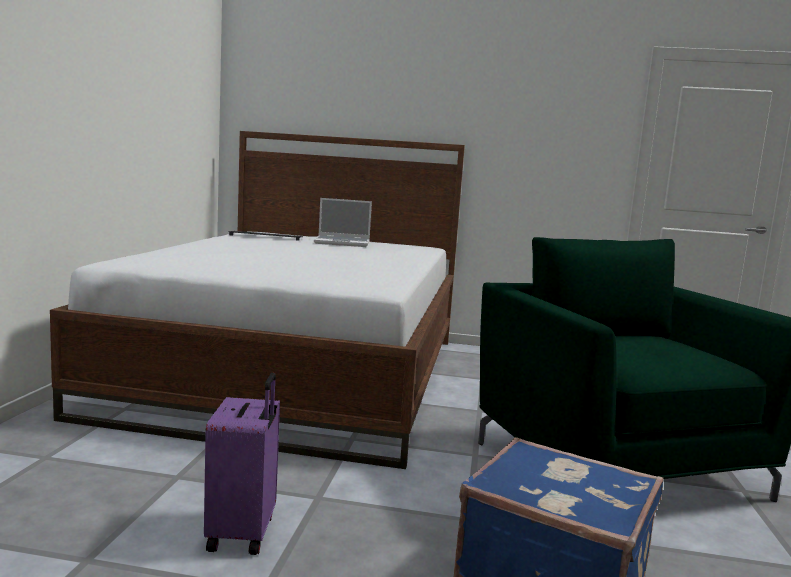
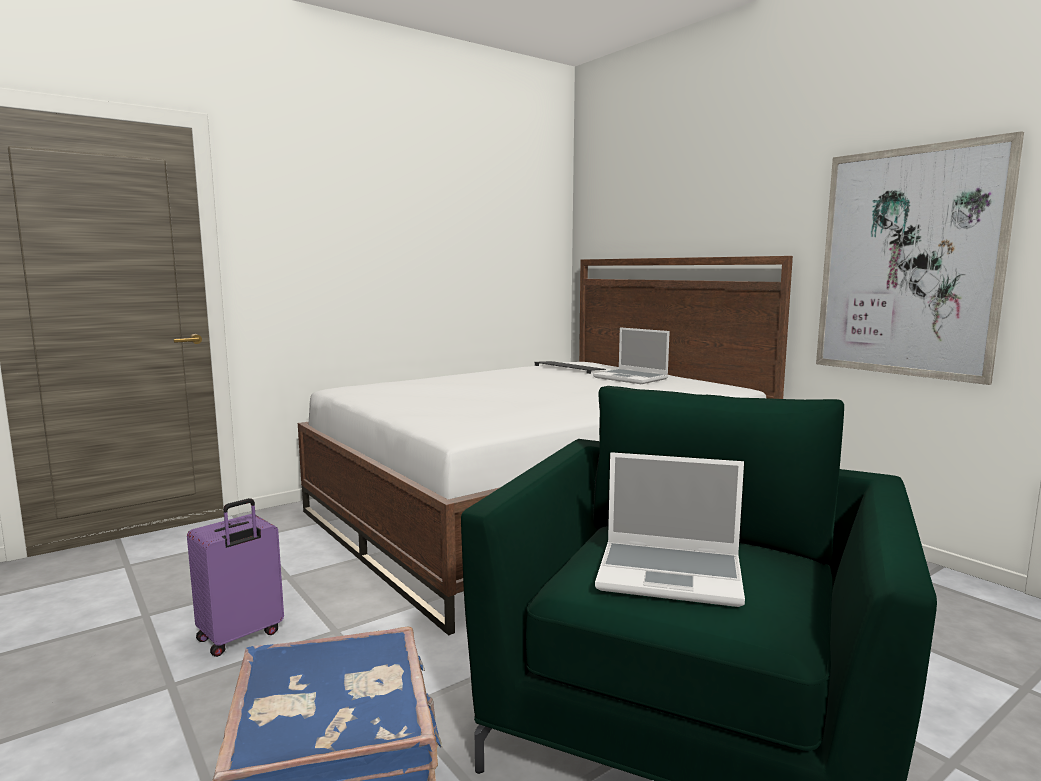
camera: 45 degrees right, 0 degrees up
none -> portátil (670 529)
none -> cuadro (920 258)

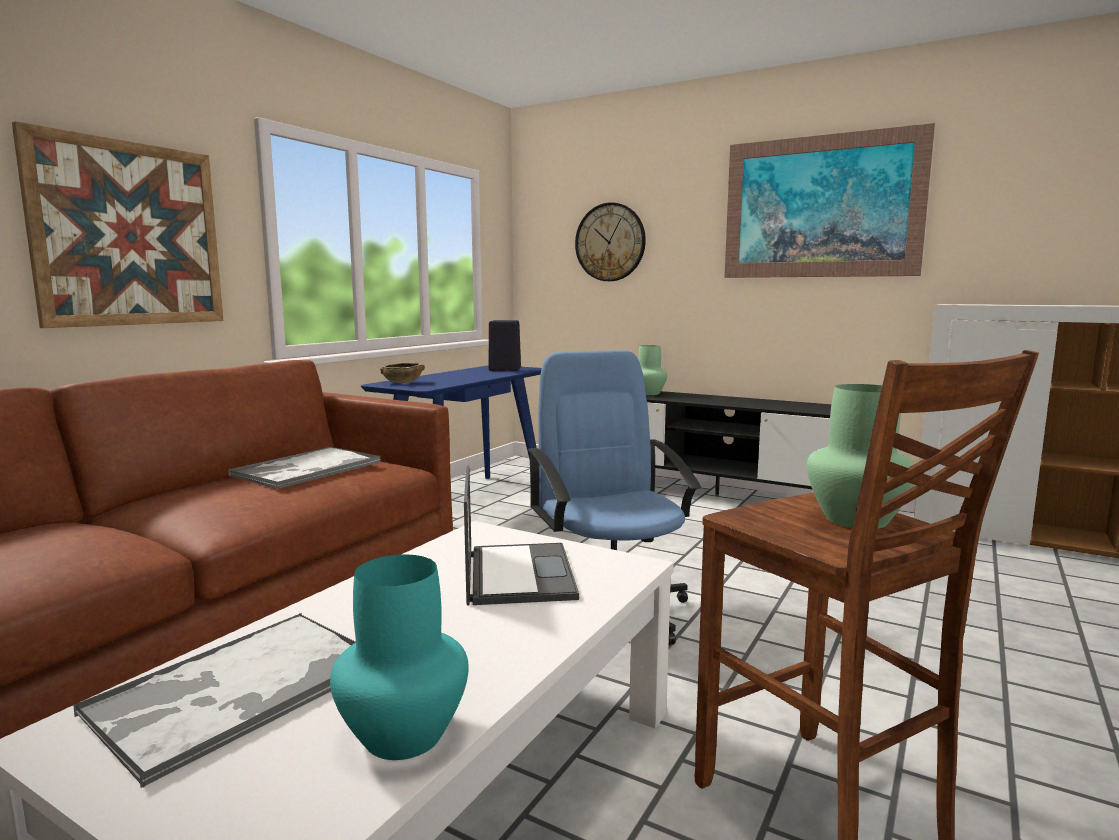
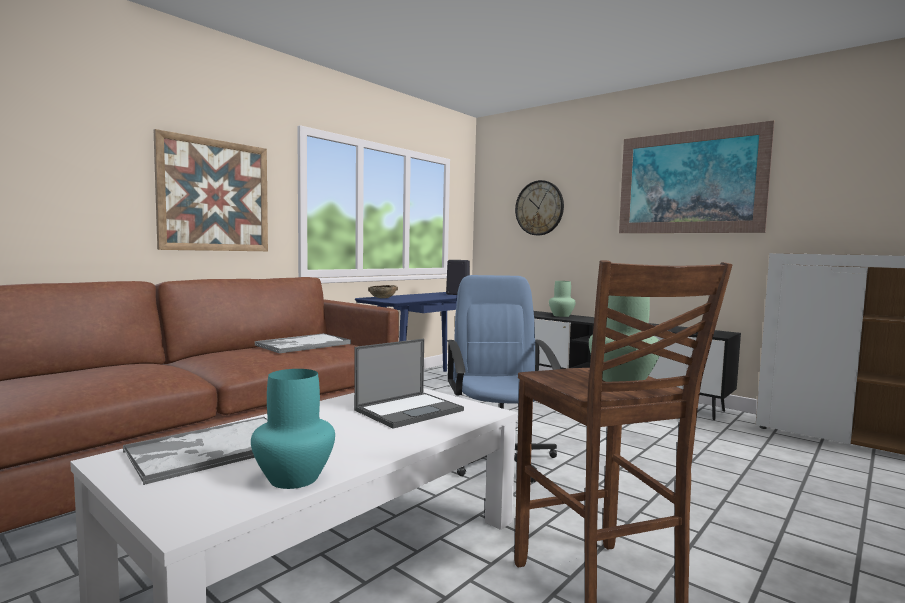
camera: 10 degrees right, 5 degrees down
portátil (521 535) -> portátil (409 384), 45 degrees clockwise

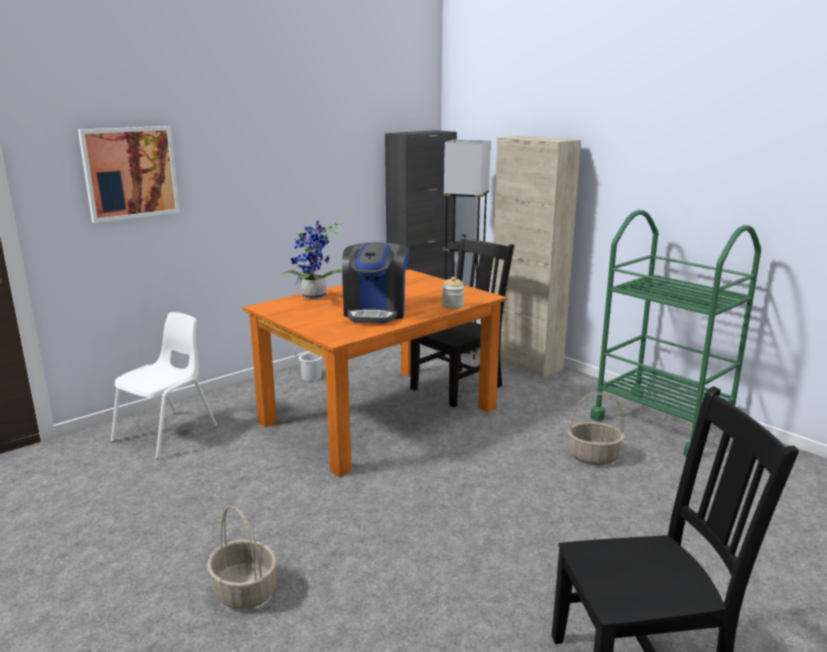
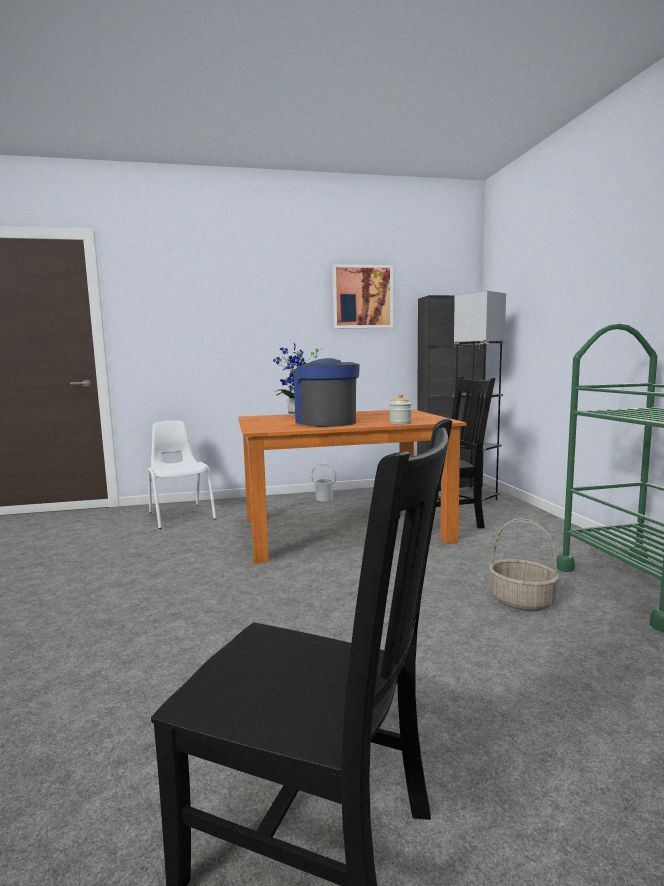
camera: 30 degrees right, 10 degrees down
cuadro (129 174) -> cuadro (362 296), moved
silla [blanco] (164 386) -> silla [blanco] (182 474), 90 degrees counterclockwise
cesta (242 557) -> none
cafetera (375 282) -> cafetera (327 392), 120 degrees clockwise
armario [beis] (536 257) -> none

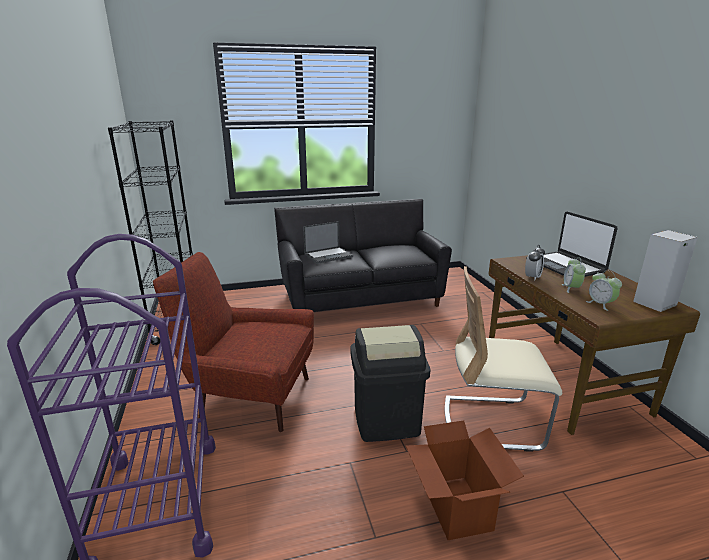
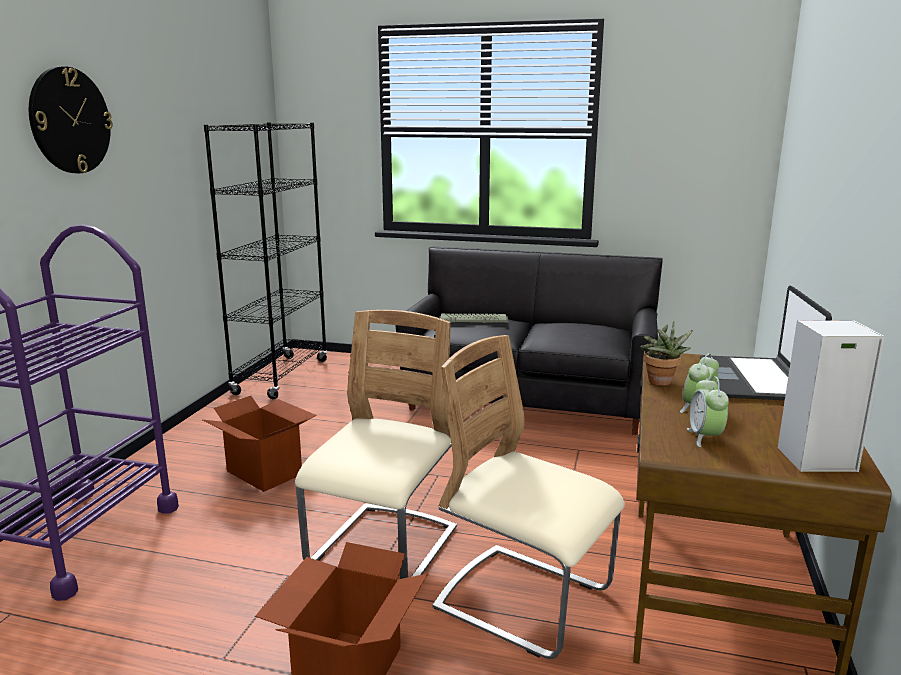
camera: 30 degrees right, 5 degrees down
sillón [rojo] (233 342) -> caja de cartón (260 444)
portátil (328 242) -> teclado (474 319)
papelera [negro] (390 383) -> silla [beis] (376 444)
despertador (535 263) -> planta en maceta (666 353)
none -> reloj de pared (71 119)

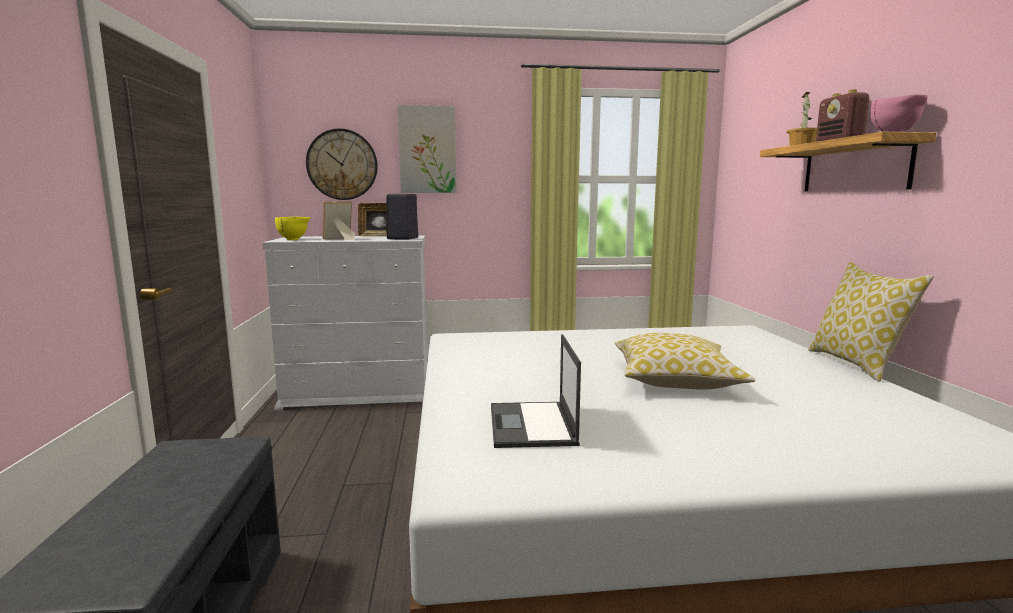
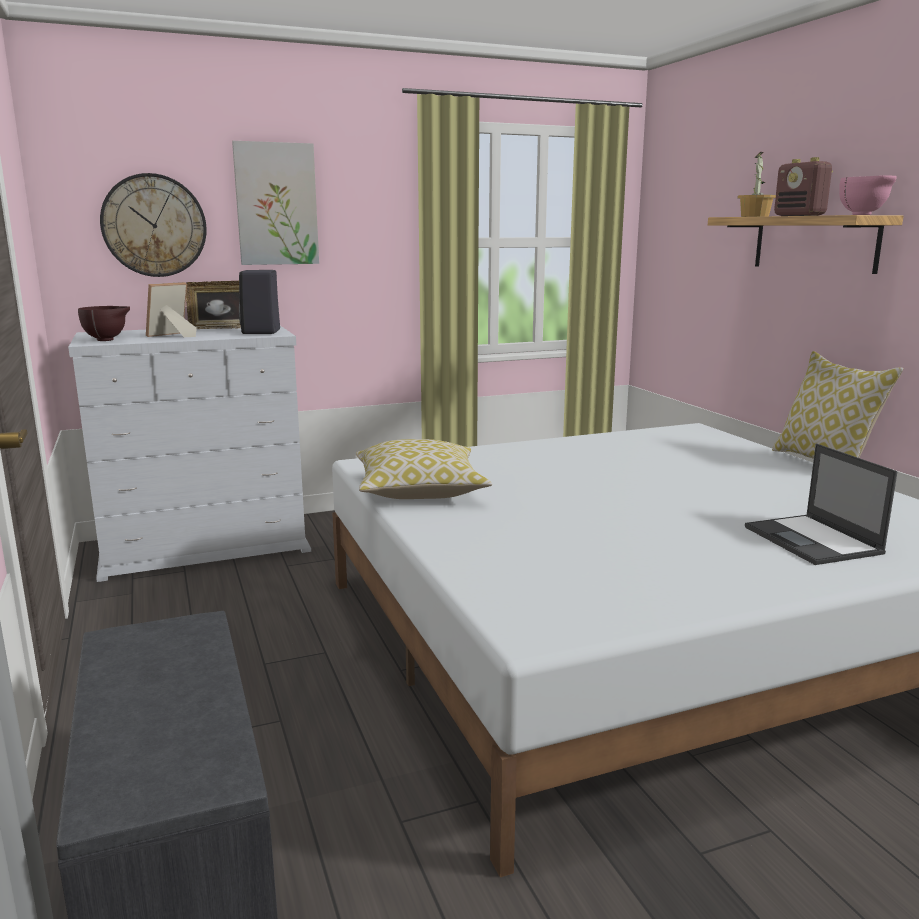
camera: 15 degrees left, 5 degrees up
cuenco [amarillo] (292 228) -> cuenco [marrón] (104 323)
portátil (536 391) -> portátil (821 504), moved
cojín (685 361) -> cojín (424 469), moved

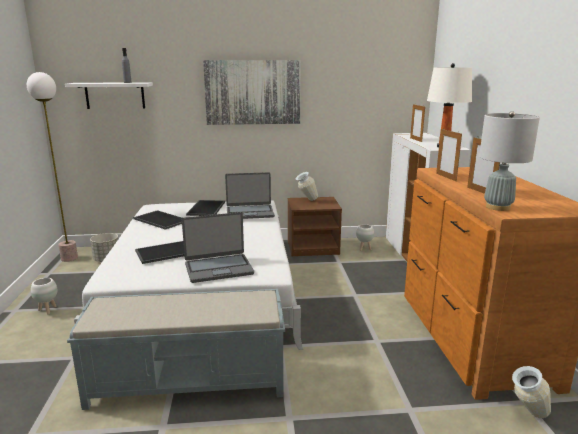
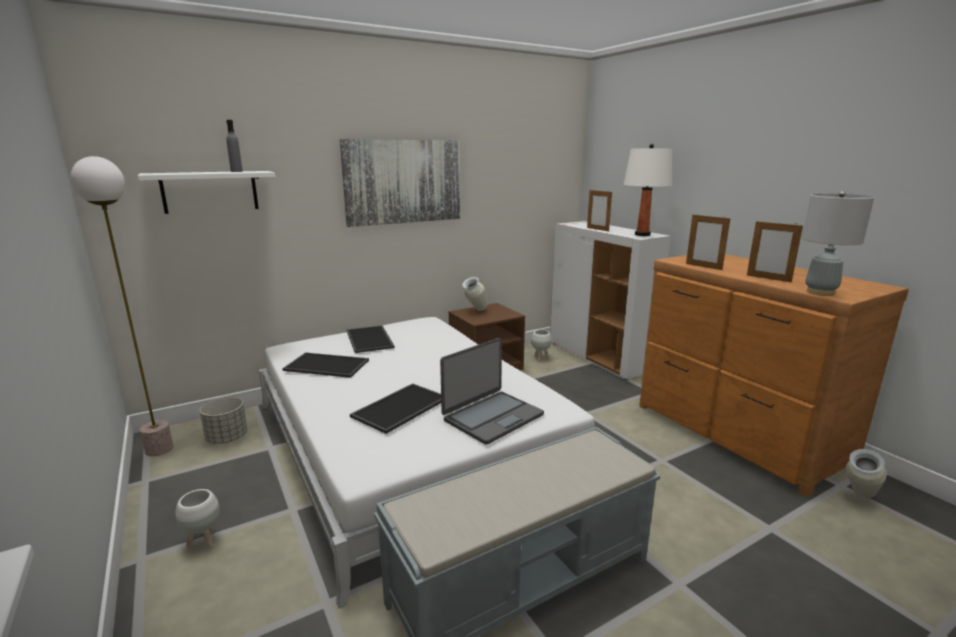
camera: 25 degrees left, 0 degrees up
portátil (250 195) -> none

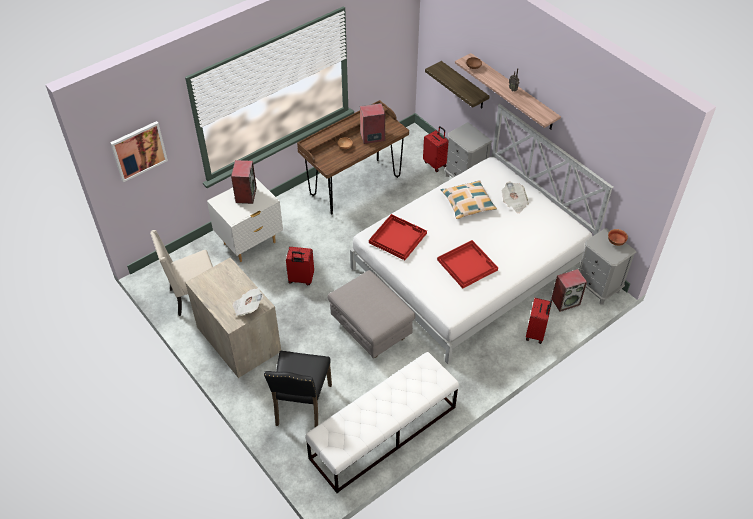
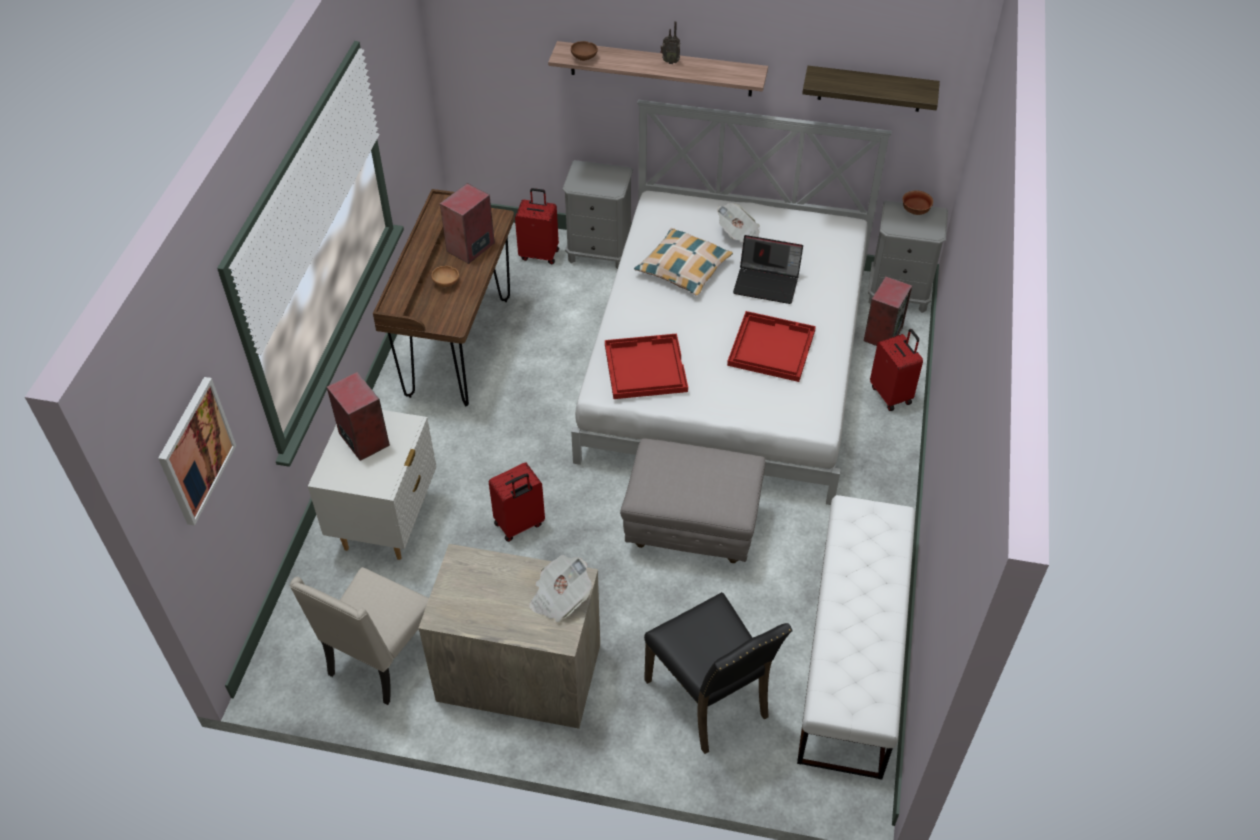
camera: 40 degrees left, 0 degrees up
estante (457 84) -> estante (871 89), moved
none -> portátil (768 269)

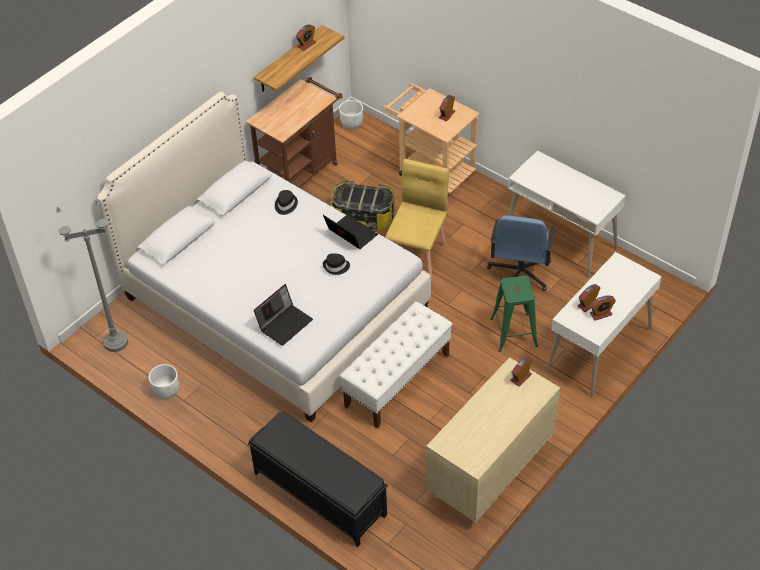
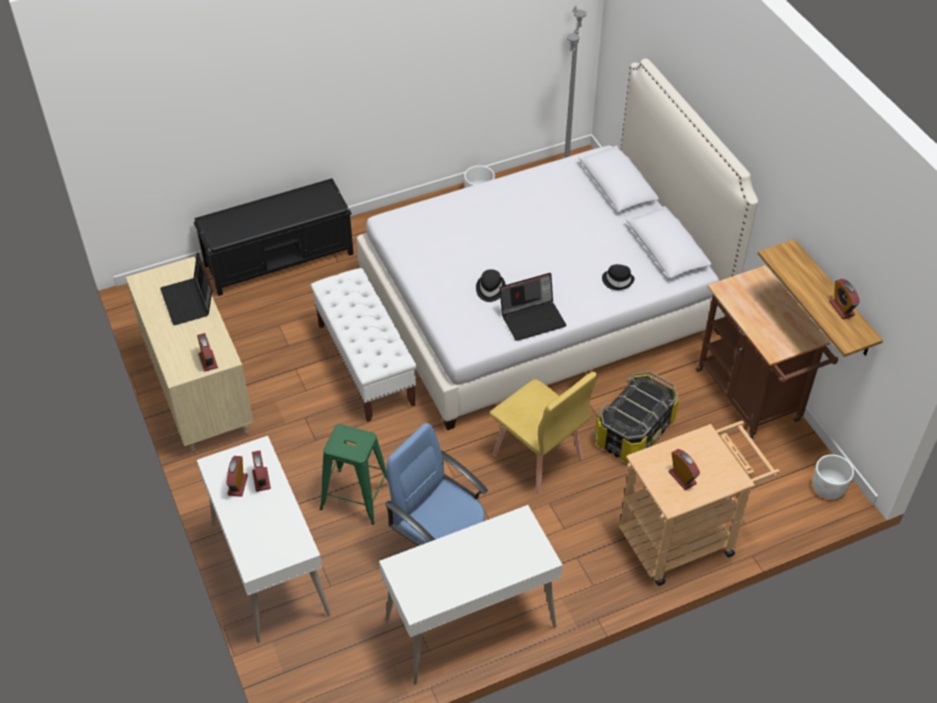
camera: 115 degrees right, 0 degrees up
portátil (283 315) -> portátil (186 288), moved

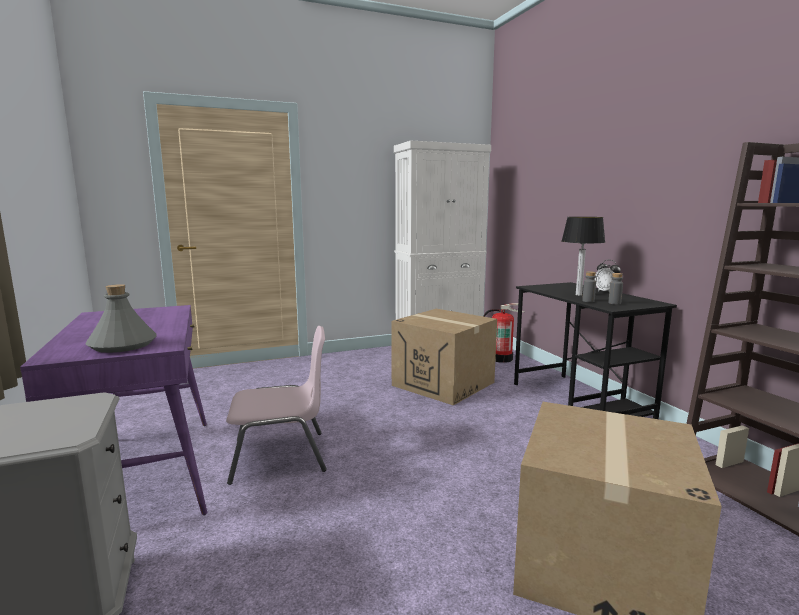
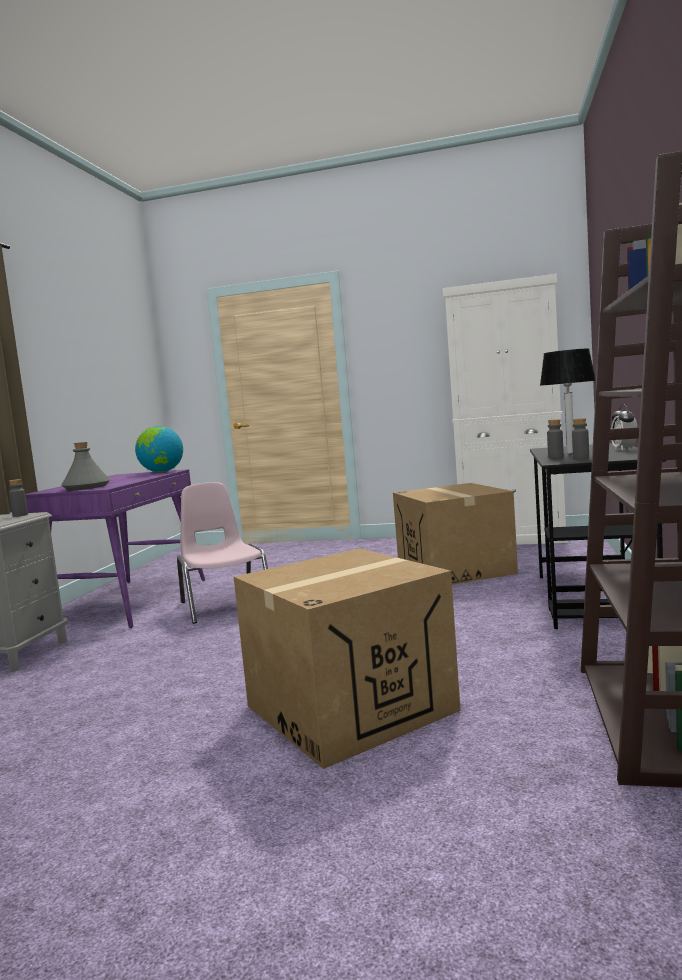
camera: 35 degrees right, 5 degrees down
silla [rosa] (276 405) -> silla [rosa] (222 553), 135 degrees counterclockwise
extintor (504 333) -> none
none -> botella [gris] (18 498)
none -> globo terráqueo (159 449)

